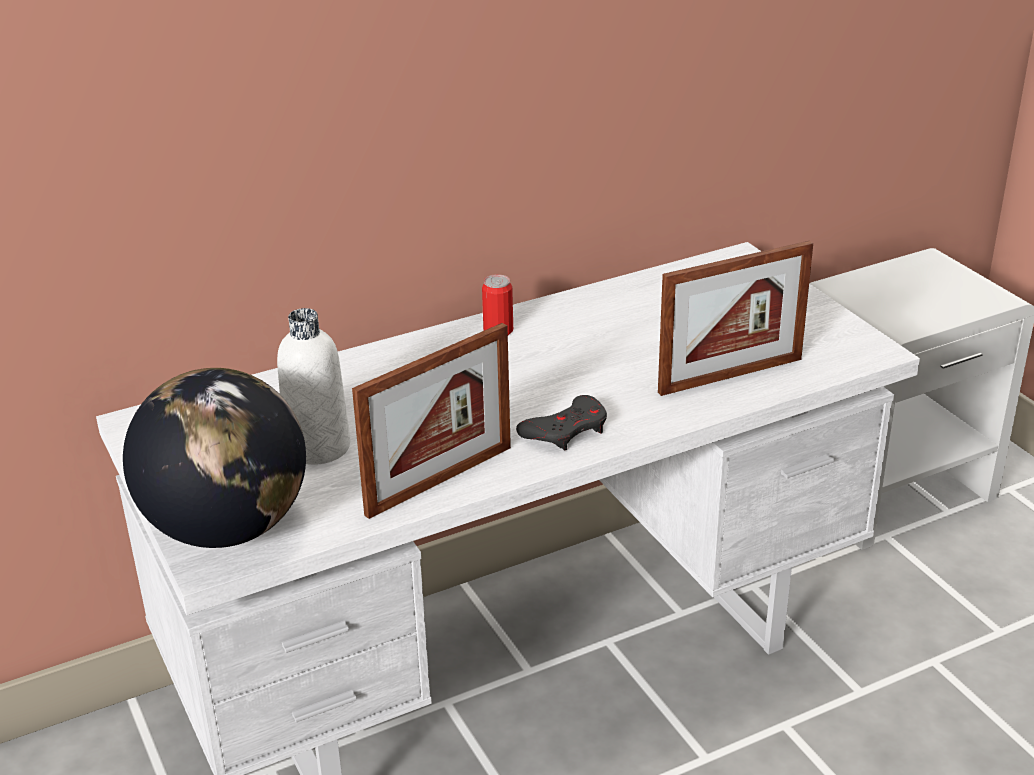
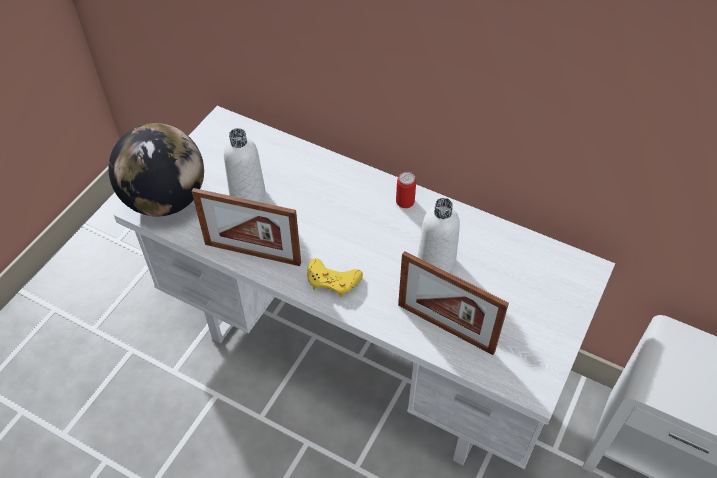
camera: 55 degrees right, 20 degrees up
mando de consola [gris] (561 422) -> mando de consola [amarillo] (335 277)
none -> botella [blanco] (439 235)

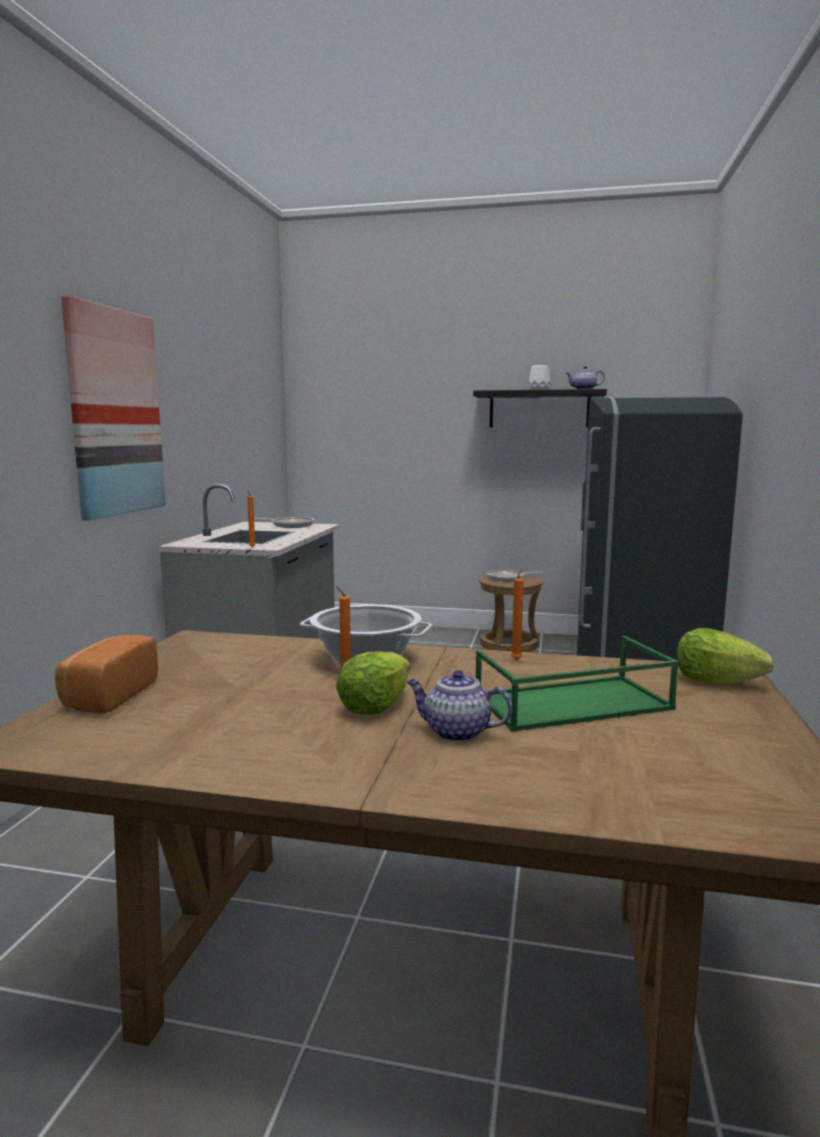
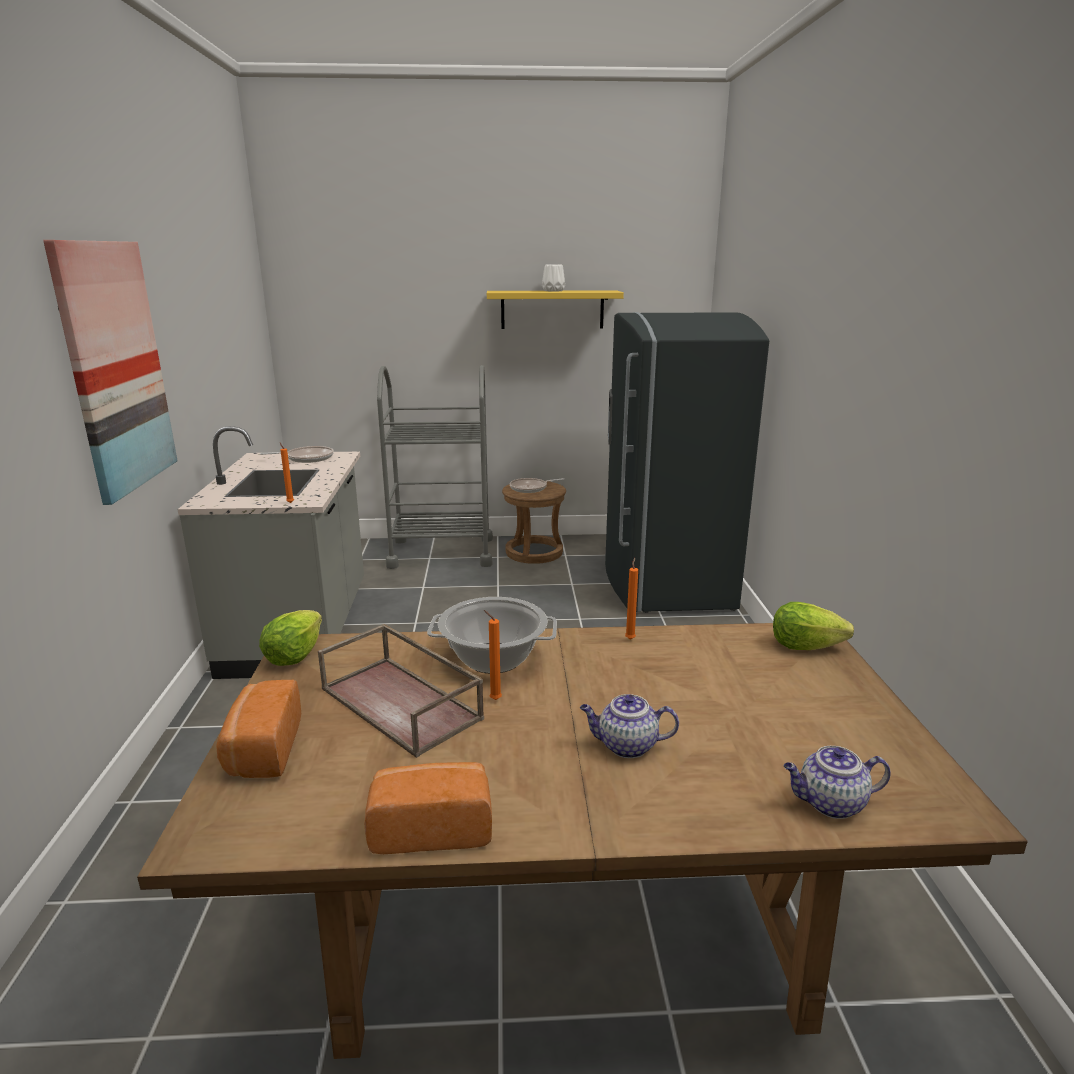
camera: 15 degrees left, 10 degrees up
lechuga (373 683) -> lechuga (290 638), moved
estante [negro] (540 408) -> estante [amarillo] (555 309)
bandeja [verde] (577 684) -> none
tetera (585 377) -> tetera (837 782), moved
none -> bandeja [marrón] (401 691)
none -> pan (428 808)
none -> carrito [gris] (435 467)

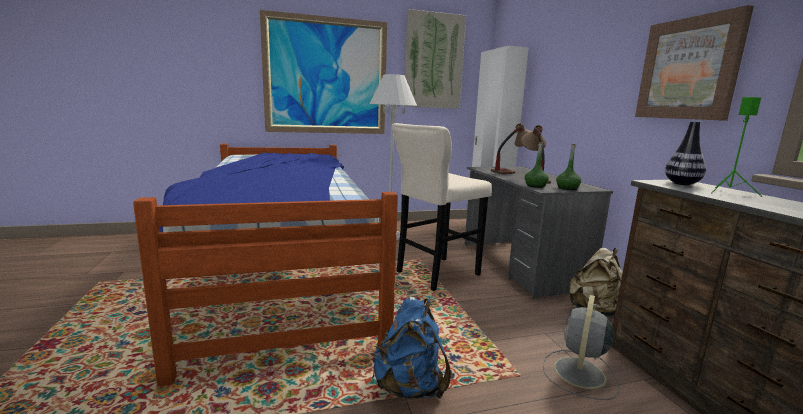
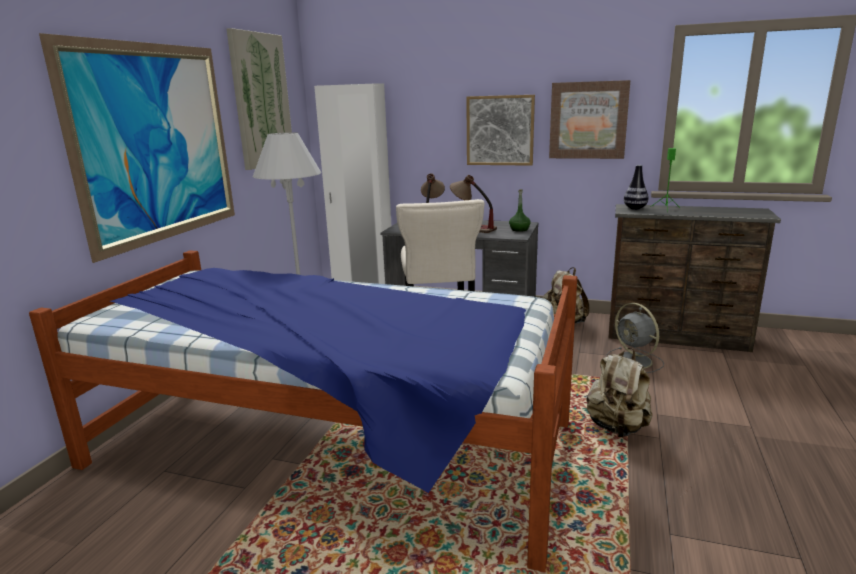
camera: 55 degrees left, 5 degrees up
mochila [azul] (411 348) -> mochila [beis] (619 393)
botella [verde] (537 165) -> none
none -> cuadro (500 130)

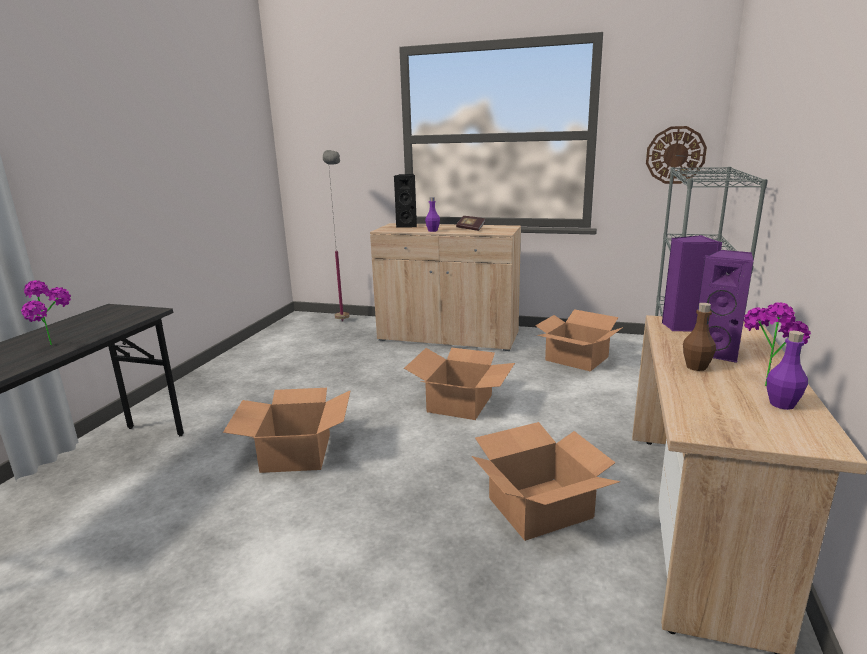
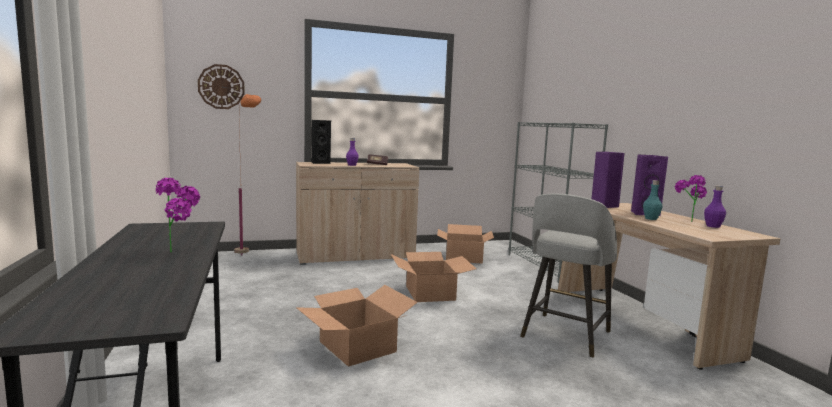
camera: 35 degrees left, 10 degrees down
lámpara de pie [gris] (336 235) -> lámpara de pie [naranja] (247 175)
caja de cartón (546 481) -> taburete [gris] (568 275)
reloj de pared (676 155) -> reloj de pared (221 86), moved
botella [marrón] (699 337) -> botella [turquesa] (652 200)

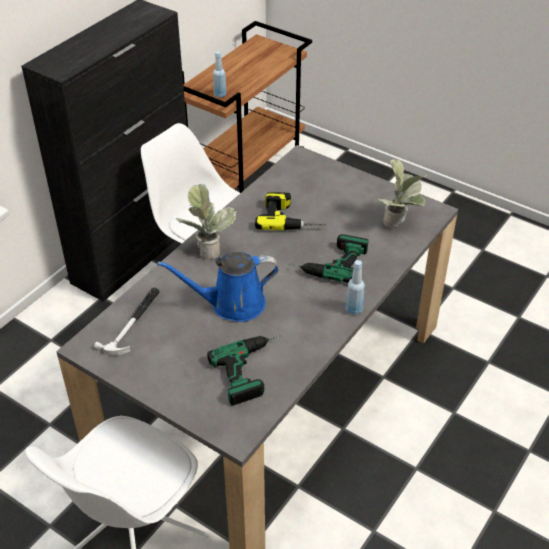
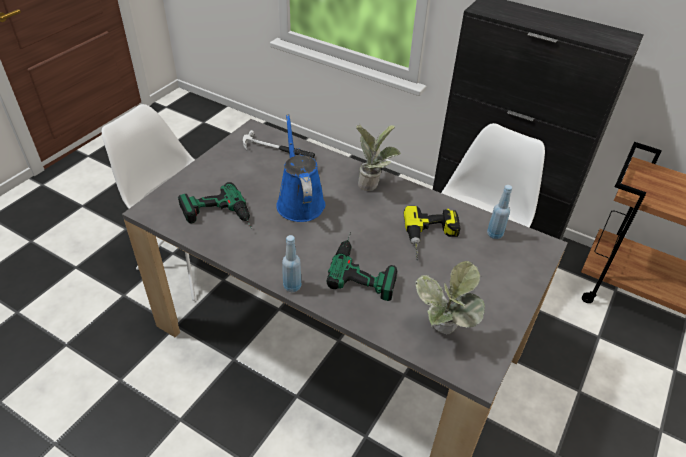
camera: 85 degrees right, 0 degrees up
botella [azul] (219 74) -> botella [azul] (499 212), moved

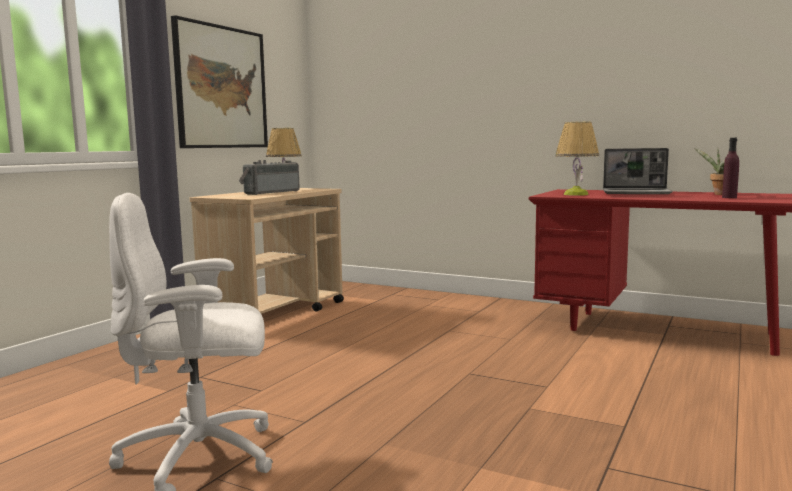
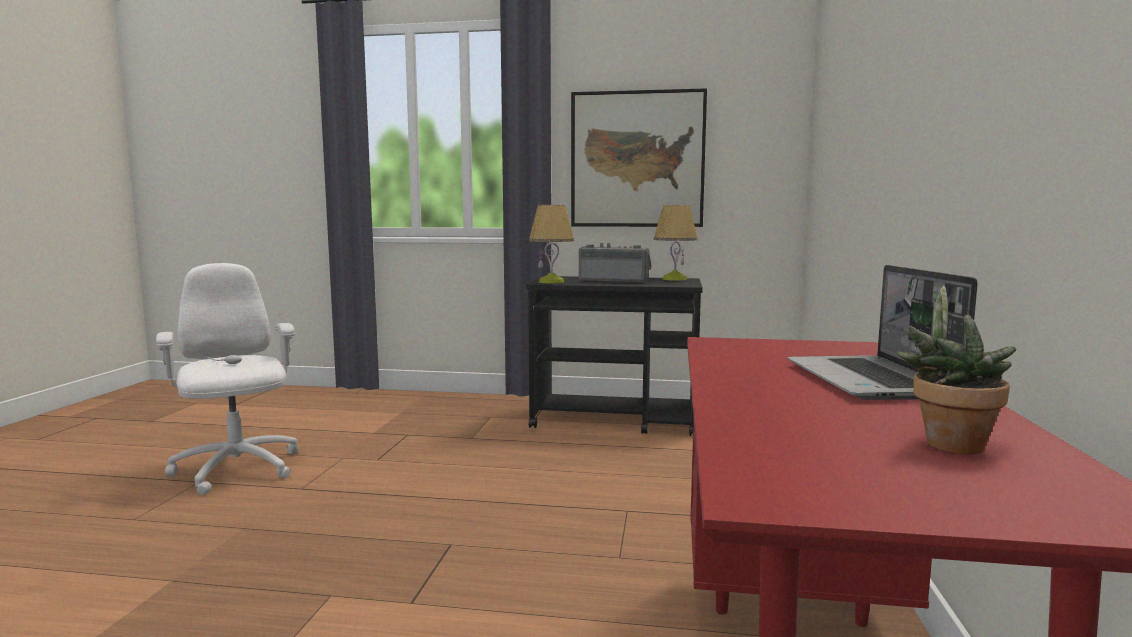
camera: 70 degrees right, 0 degrees up
carrito [beis] (266 251) -> carrito [negro] (615 356)
lámpara de mesa (577 159) -> lámpara de mesa (551 244), moved
botella [morado] (730 168) -> none

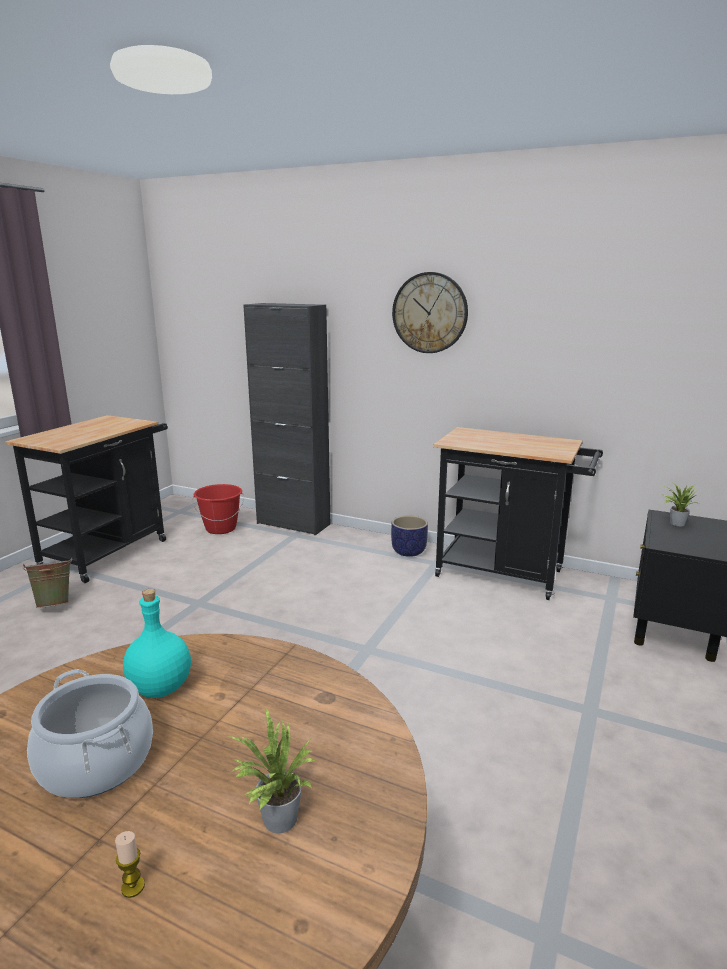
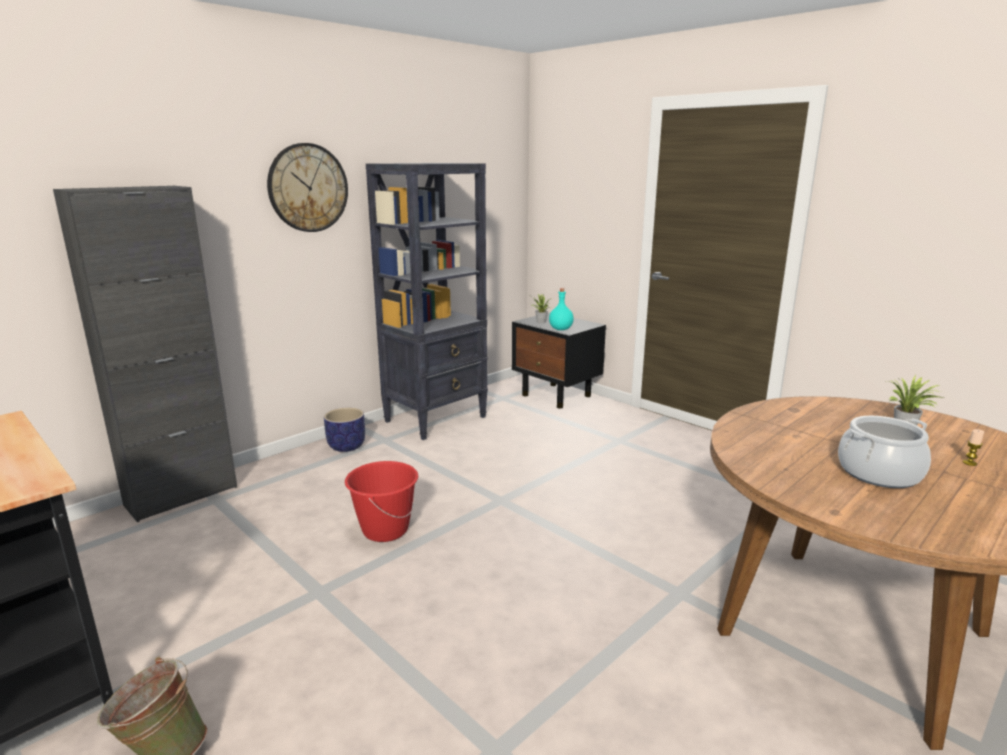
camera: 70 degrees left, 0 degrees up
botella [turquesa] (157 643) -> botella [turquesa] (561 309), moved
cubo [rojo] (218 509) -> cubo [rojo] (381 501), moved
carrito [negro] (518 513) -> estantería [negro] (427 301)

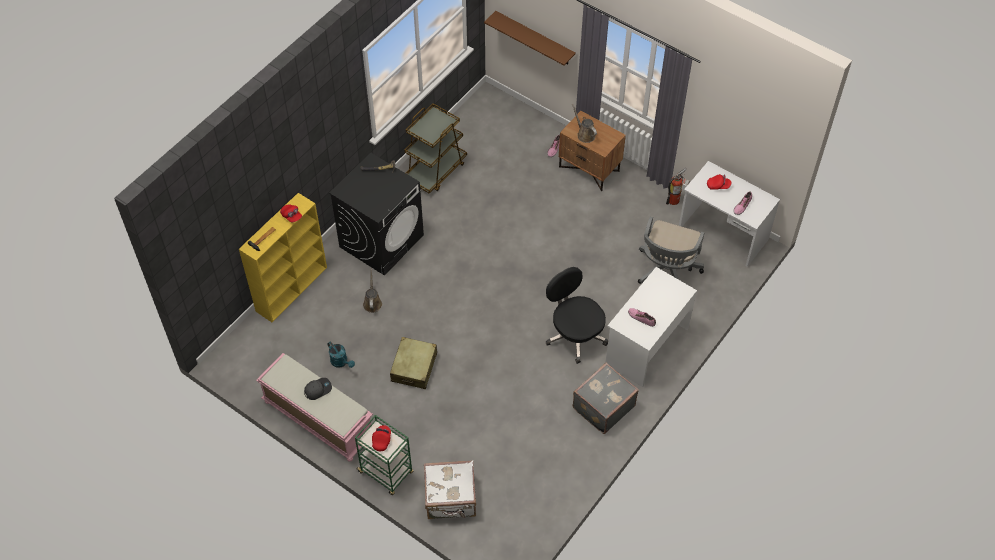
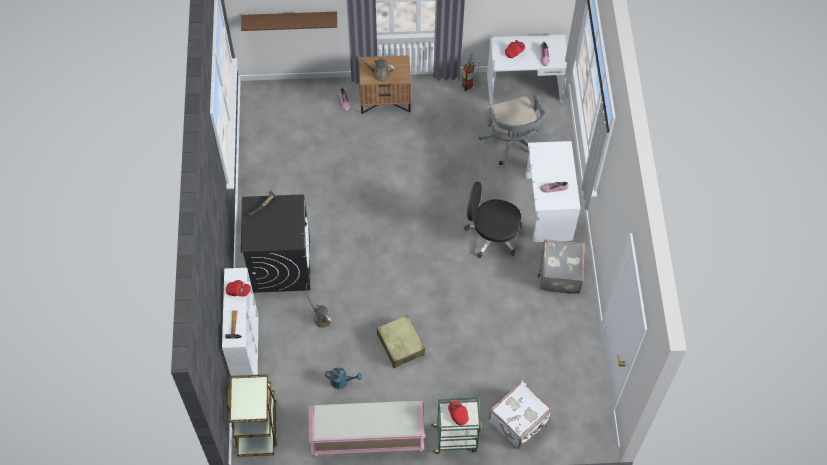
camera: 40 degrees left, 5 degrees up
estantería [amarillo] (283 257) -> estantería [blanco] (240 322)
gorra [gris] (318 389) -> none
carrito [marrón] (435 148) -> carrito [marrón] (252 415), moved

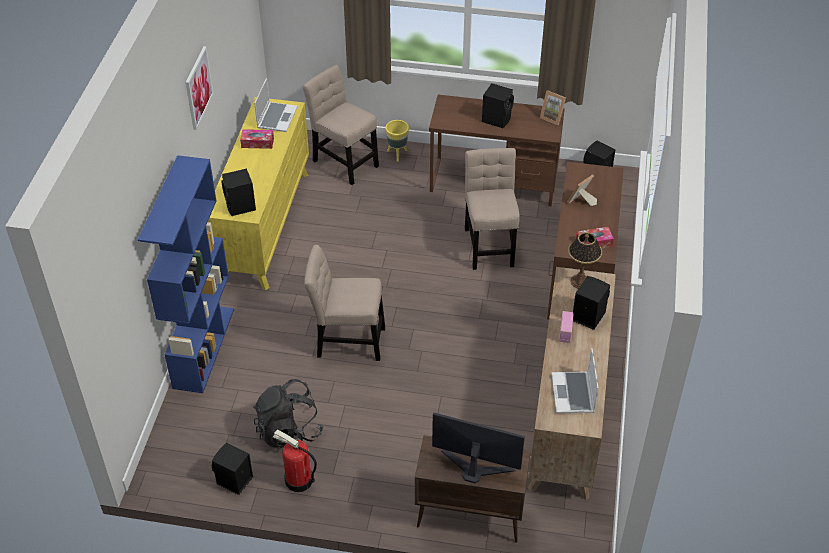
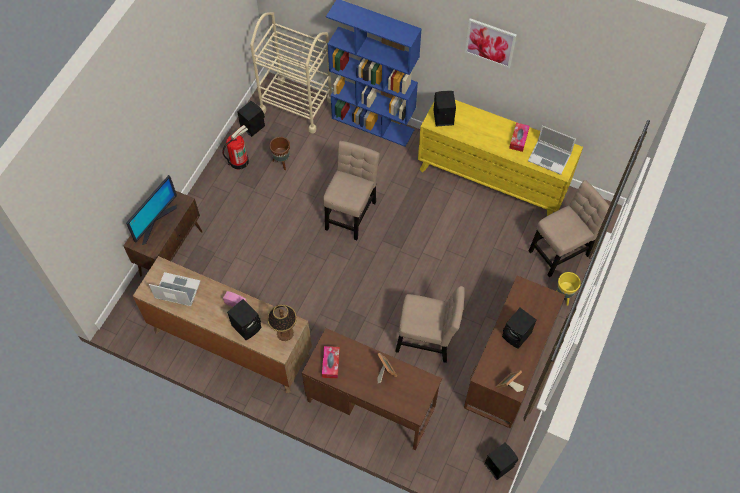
camera: 105 degrees right, 15 degrees up
mochila [negro] (288 413) -> maceta [marrón] (279 153)
none -> carrito [beis] (291 72)

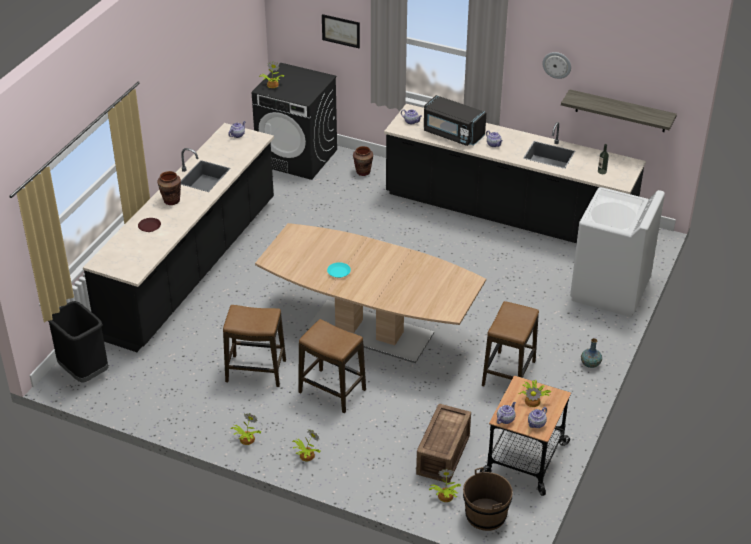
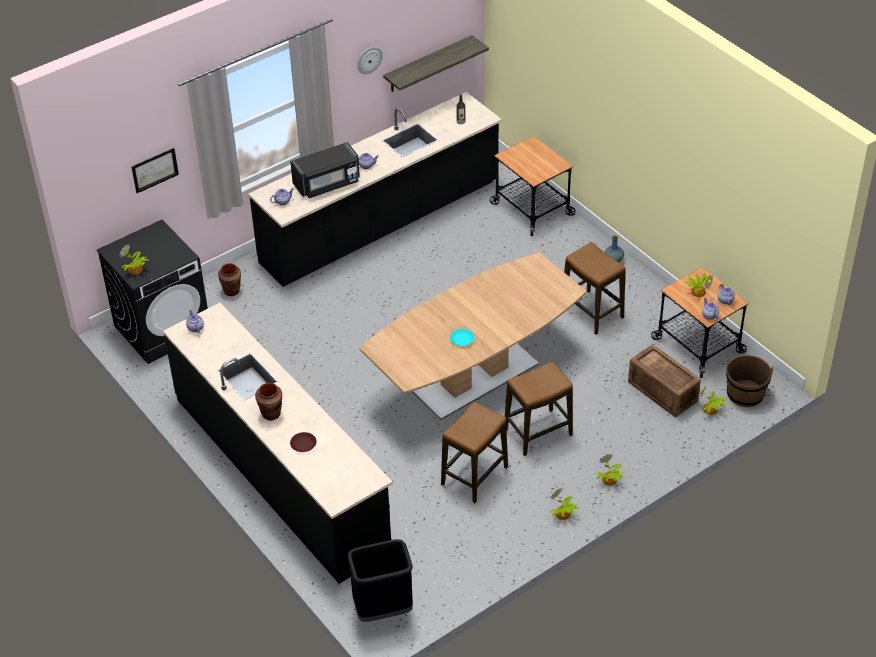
camera: 60 degrees left, 5 degrees up
lavadora [blanco] (617 252) -> carrito (532 186)

